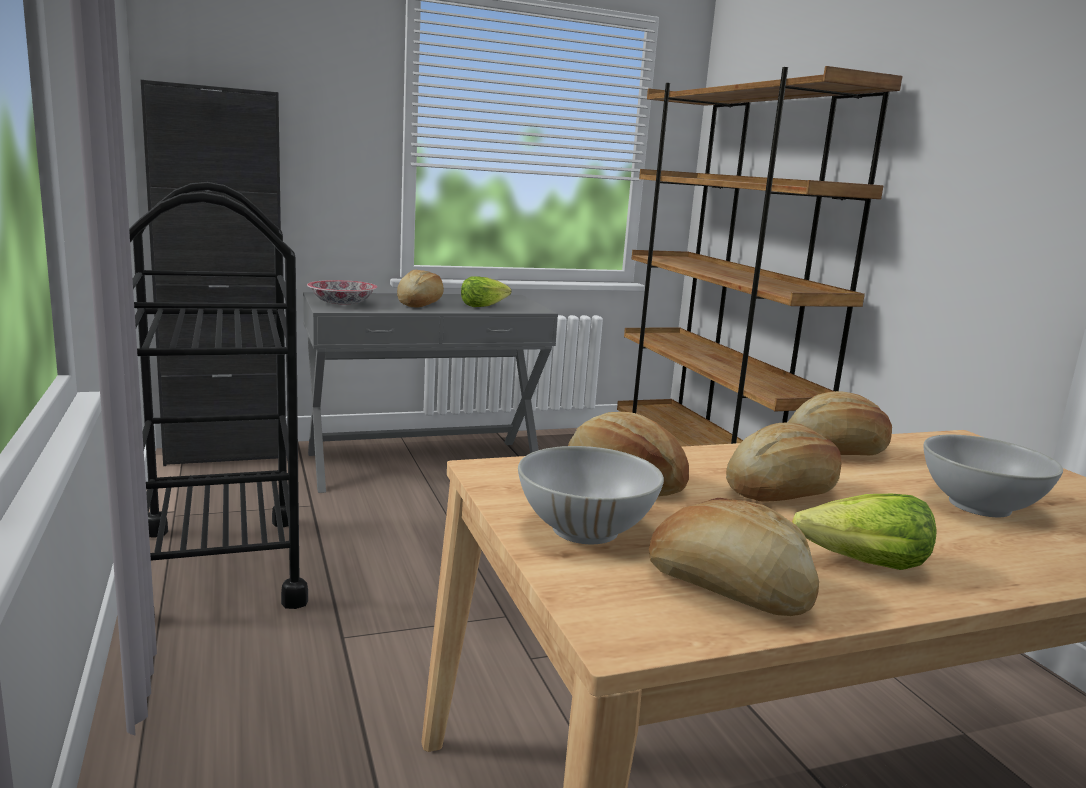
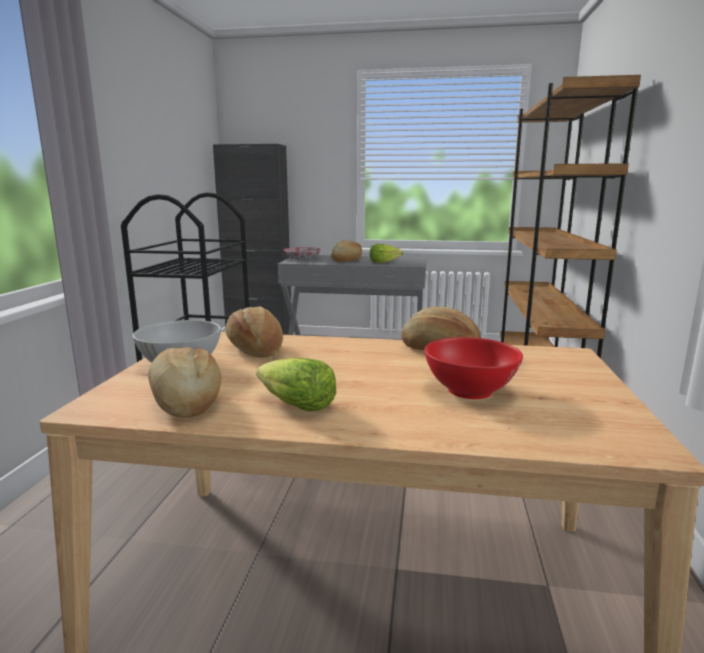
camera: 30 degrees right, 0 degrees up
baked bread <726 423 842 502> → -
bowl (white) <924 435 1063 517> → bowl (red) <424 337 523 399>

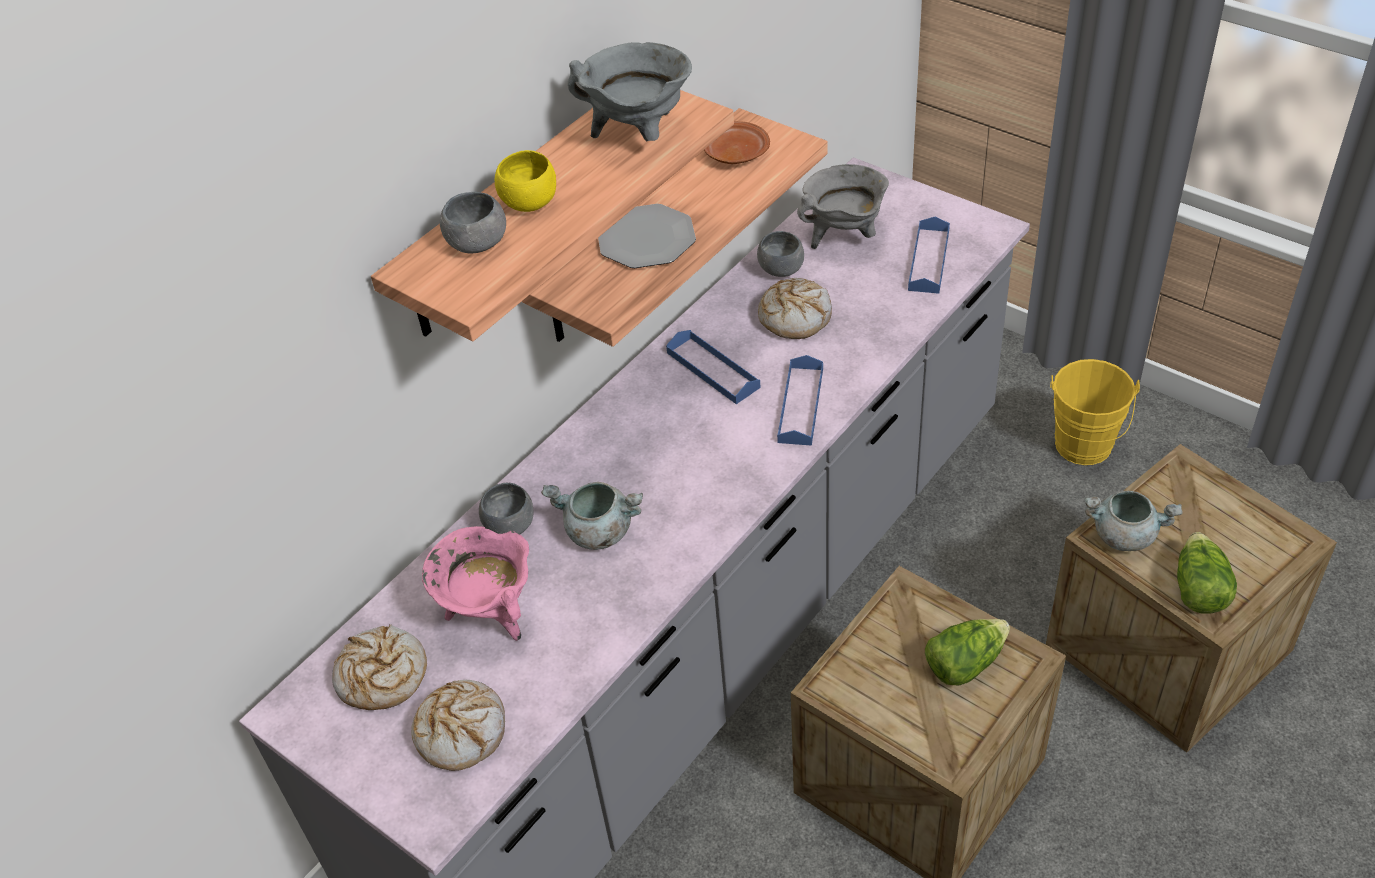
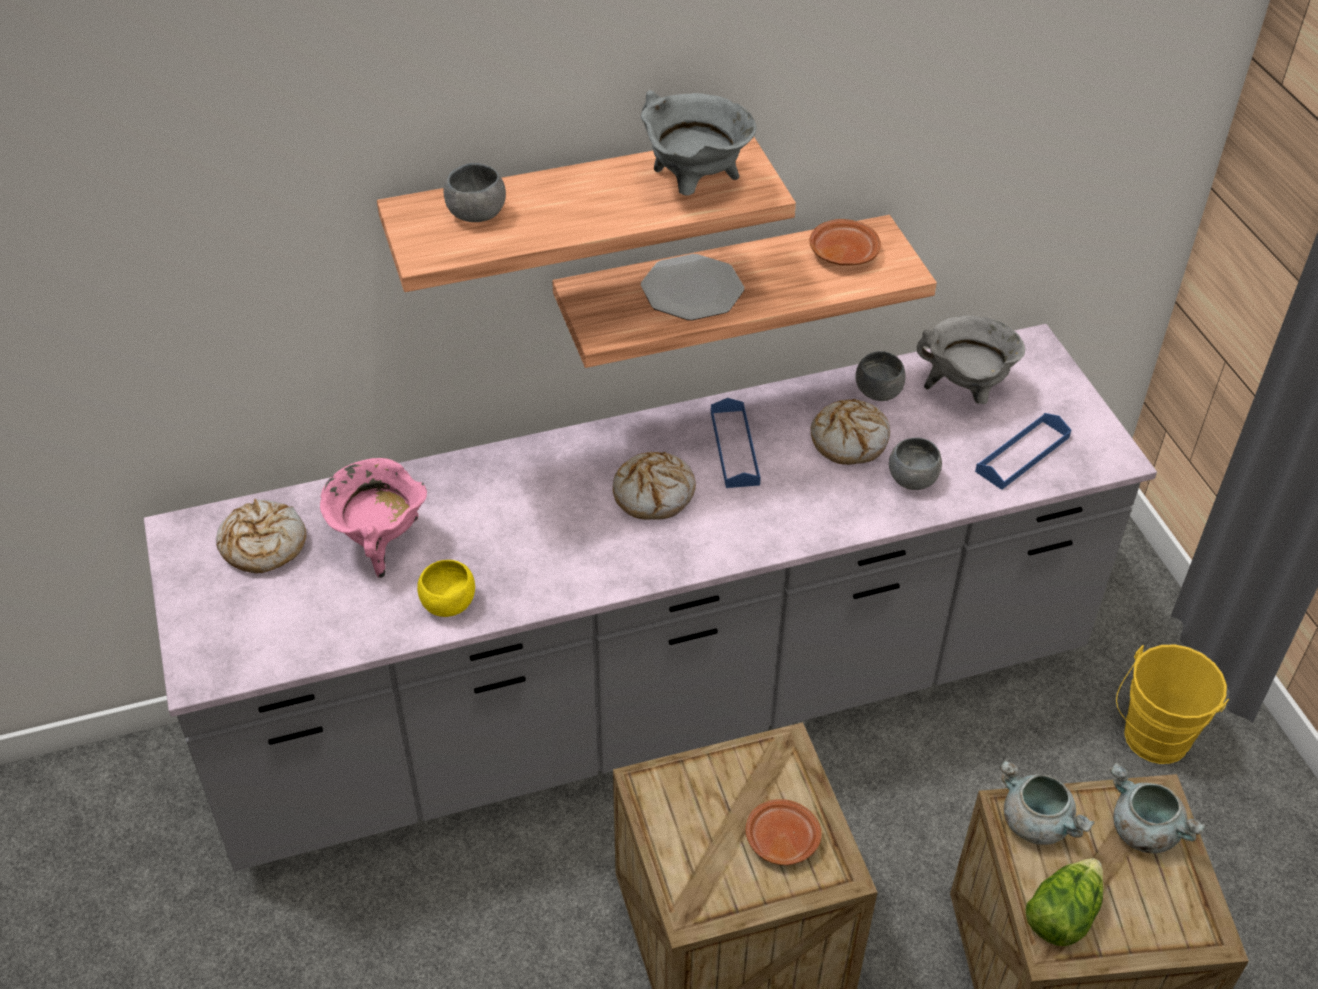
camera: 30 degrees right, 0 degrees up
bowl (yellow-coloured) <495 150 556 212> → bowl (yellow-coloured) <417 560 475 617>, move
carrying tray (blue-coloured) <777 355 823 446> → -
bowl (gray) <479 482 533 534> → bowl (gray) <889 438 942 490>, move
stockpot (gray) <541 482 643 550> → stockpot (gray) <1110 763 1206 853>, move
lettuce <925 619 1010 686> → plate (brown-coloured) <745 799 822 865>
baked bread <411 680 505 771> → baked bread <613 452 696 520>, move

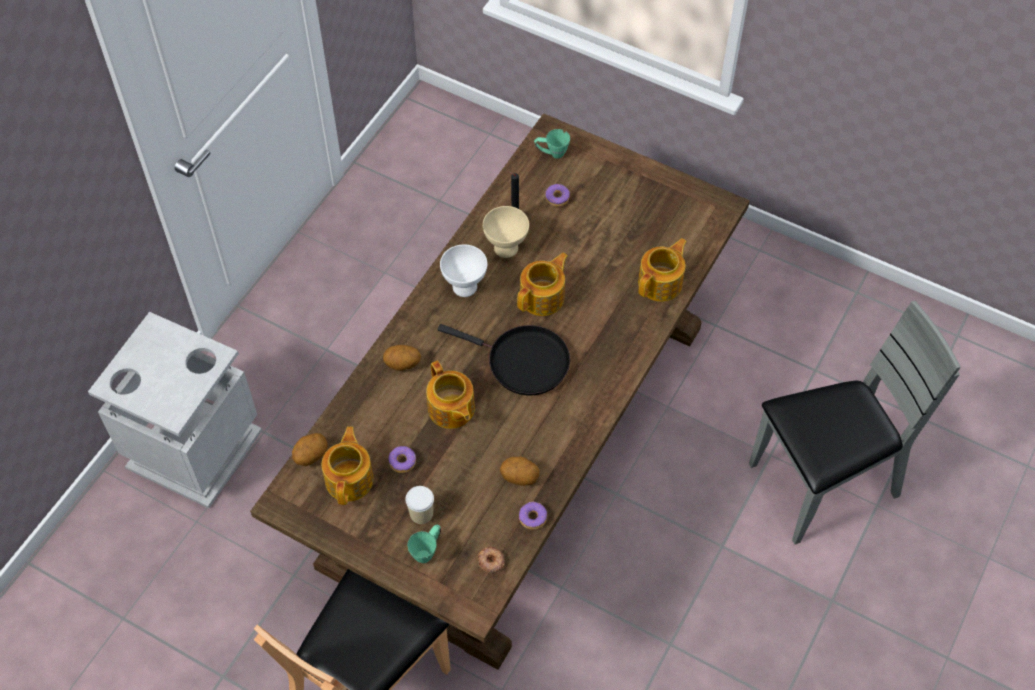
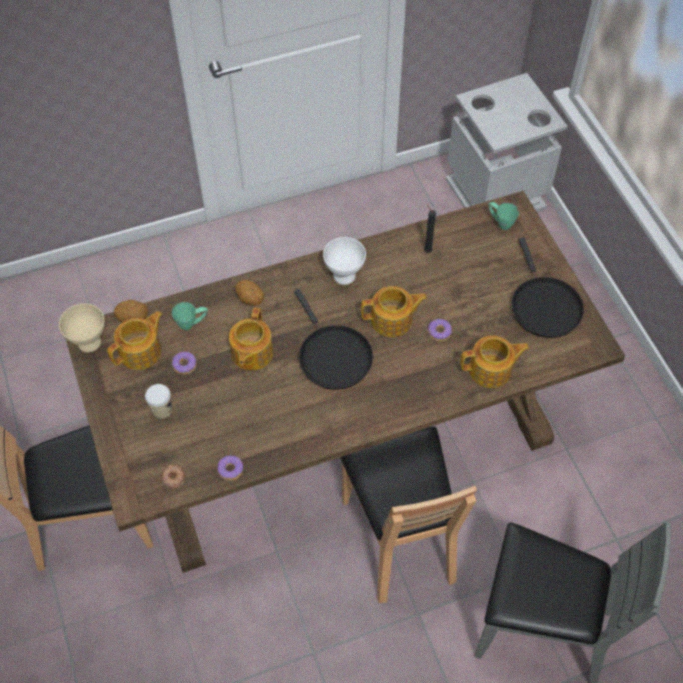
camera: 40 degrees right, 0 degrees up
ring doughnut <546 184 570 207> → ring doughnut <428 319 452 341>, move
bowl (beige-coloured) <483 206 529 258> → bowl (beige-coloured) <59 304 105 353>, move
waste bin (gray) <88 312 262 508> → waste bin (gray) <445 73 567 212>, move
whole potato <500 457 540 486> → -
mug (greenish) <407 525 441 563> → mug (greenish) <172 302 208 330>, move
- → frying pan (black-coloured) <512 238 584 338>
- → upright chair (brown-coloured) <340 426 477 604>

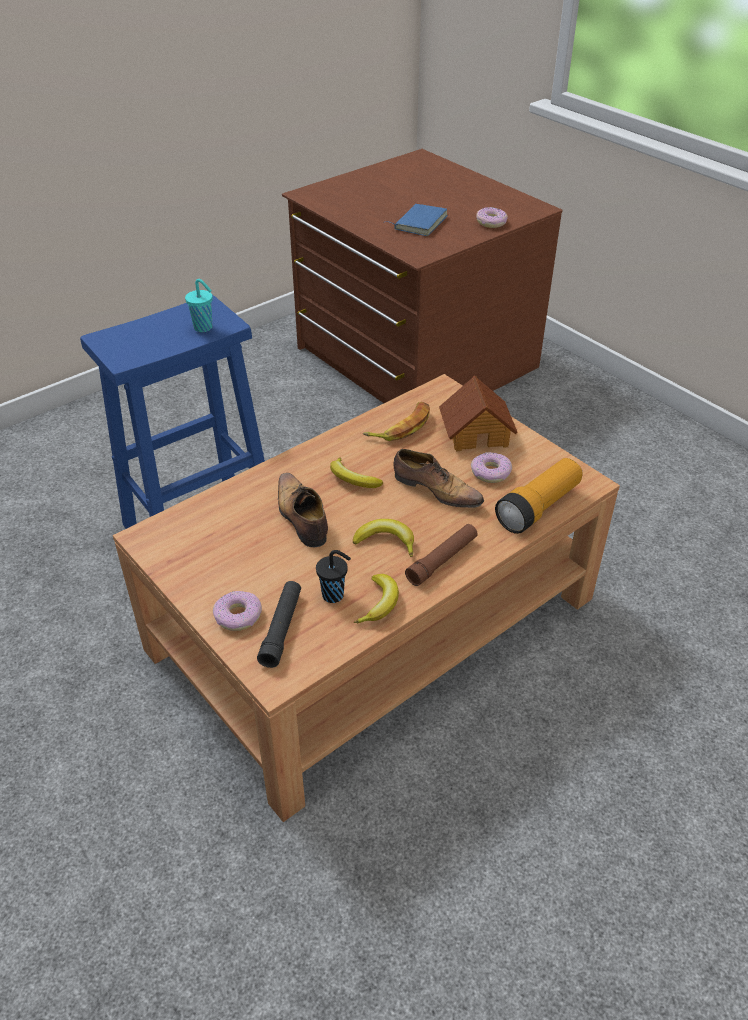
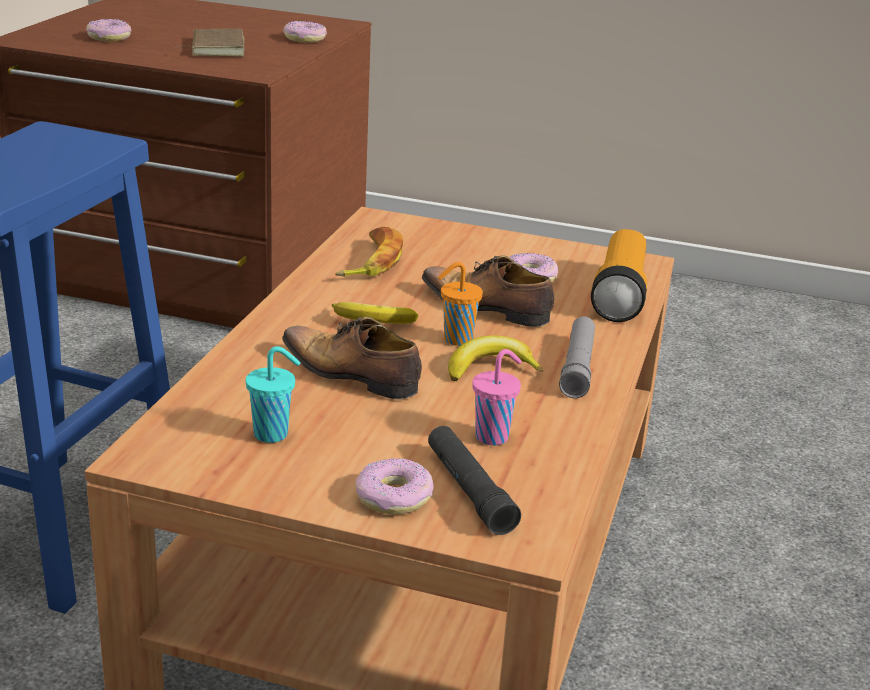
camera: 35 degrees left, 15 degrees down
volume (blue-coloured) <386 204 448 236> → volume (brown-coloured) <175 29 245 57>
small cup (turquoise-coloured) <185 279 213 332> → small cup (turquoise-coloured) <245 346 300 443>, move
toy house <439 375 518 451> → -
low shoe <393 449 484 508> → low shoe <422 255 554 327>, 150 degrees counterclockwise
hand torch (brown-coloured) <405 524 478 586> → hand torch (gray) <559 317 595 398>
small cup (black-coloured) <316 550 351 603> → small cup (pink-coloured) <472 349 522 445>
banana fruit <354 574 399 623> → -
- → ring doughnut <86 19 131 42>
- → small cup (orange-coloured) <438 262 483 346>

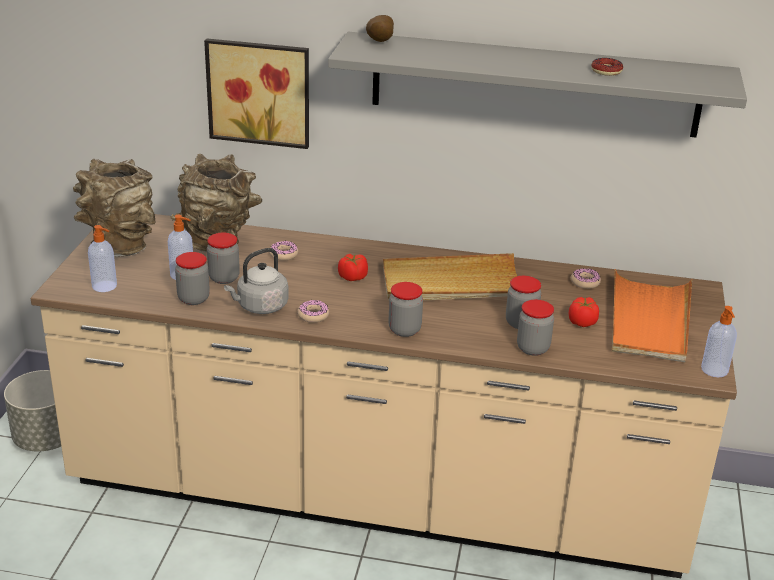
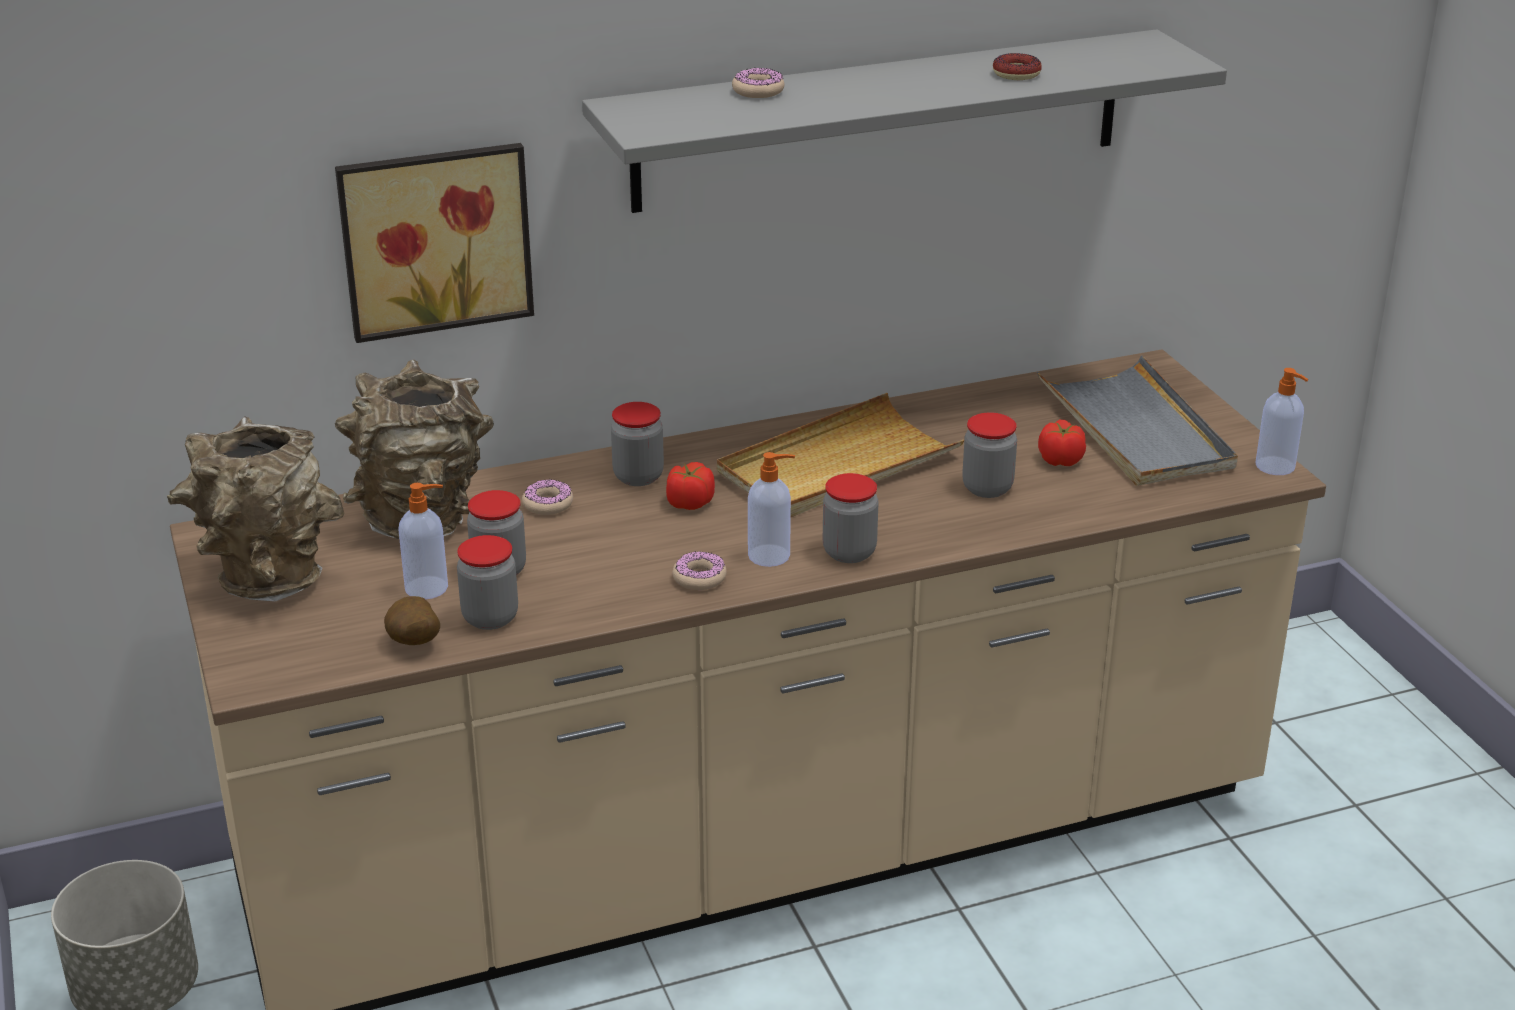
camera: 30 degrees left, 0 degrees up
whole potato <366 15 394 42> → whole potato <384 596 440 645>, move
liquid soap bottle <88 225 117 292> → liquid soap bottle <748 452 795 567>, move
tea kettle (gray) <224 248 289 314> → -
ring doughnut <571 268 601 289> → ring doughnut <732 68 785 98>, move
carrying tray (orange-coloured) <612 269 692 362> → carrying tray (gray) <1037 356 1238 486>
storage jar <517 300 554 356> → storage jar <611 402 664 486>, move

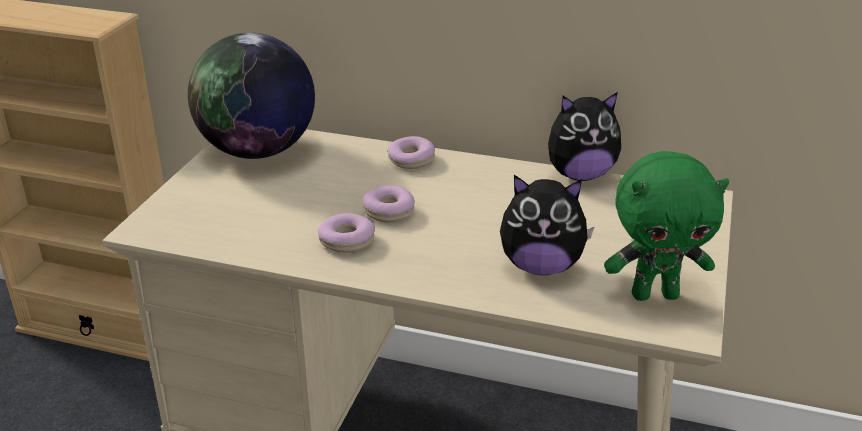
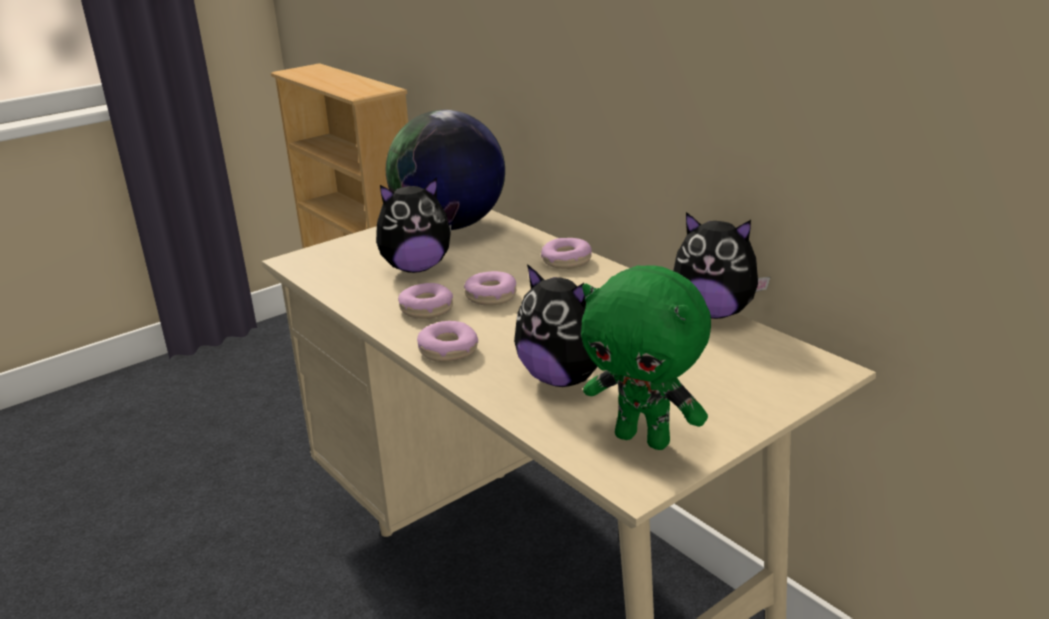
camera: 35 degrees right, 5 degrees down
- → soft toy <376 177 452 273>
- → ring doughnut <417 321 478 362>

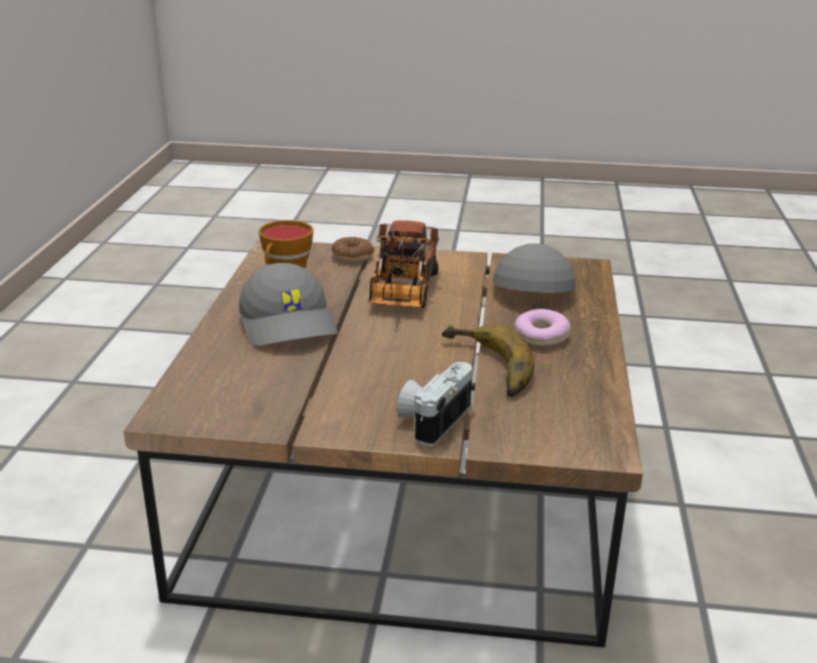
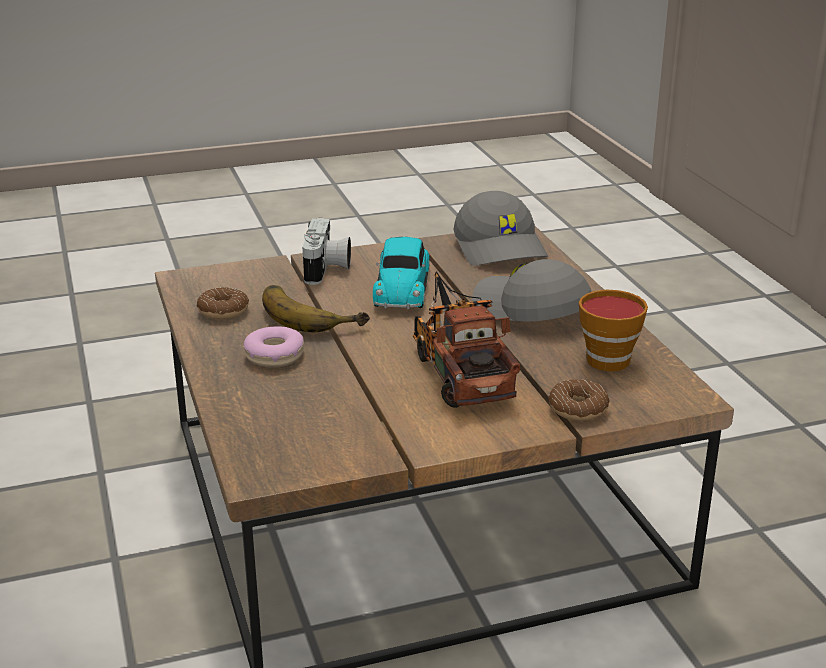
camera: 155 degrees right, 0 degrees up
peaked cap (gray) <493 243 576 293> → peaked cap (gray) <453 191 548 266>, move
- → toy car <373 237 430 309>
- → ring doughnut <197 287 249 319>

